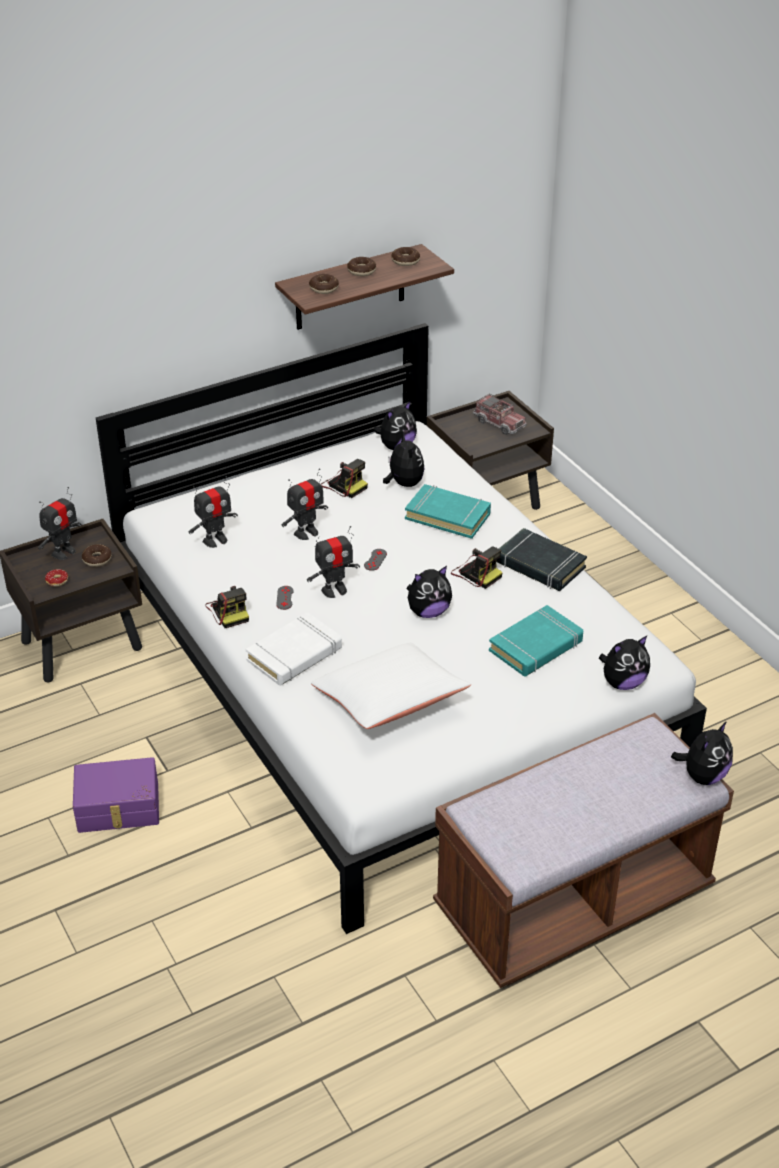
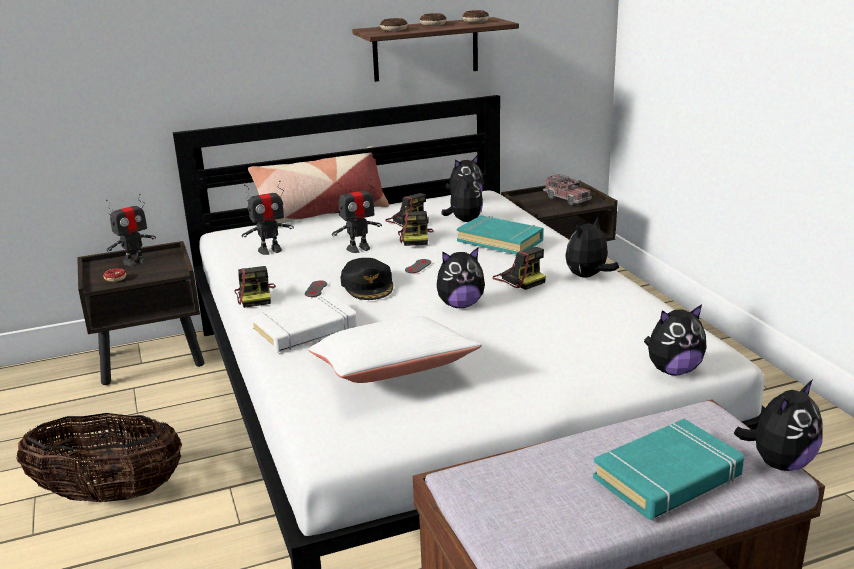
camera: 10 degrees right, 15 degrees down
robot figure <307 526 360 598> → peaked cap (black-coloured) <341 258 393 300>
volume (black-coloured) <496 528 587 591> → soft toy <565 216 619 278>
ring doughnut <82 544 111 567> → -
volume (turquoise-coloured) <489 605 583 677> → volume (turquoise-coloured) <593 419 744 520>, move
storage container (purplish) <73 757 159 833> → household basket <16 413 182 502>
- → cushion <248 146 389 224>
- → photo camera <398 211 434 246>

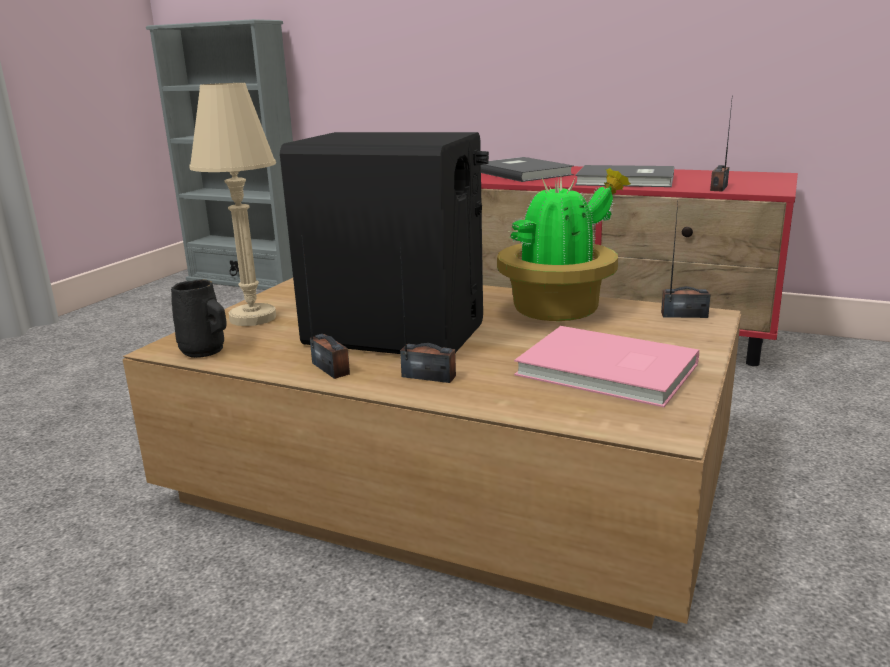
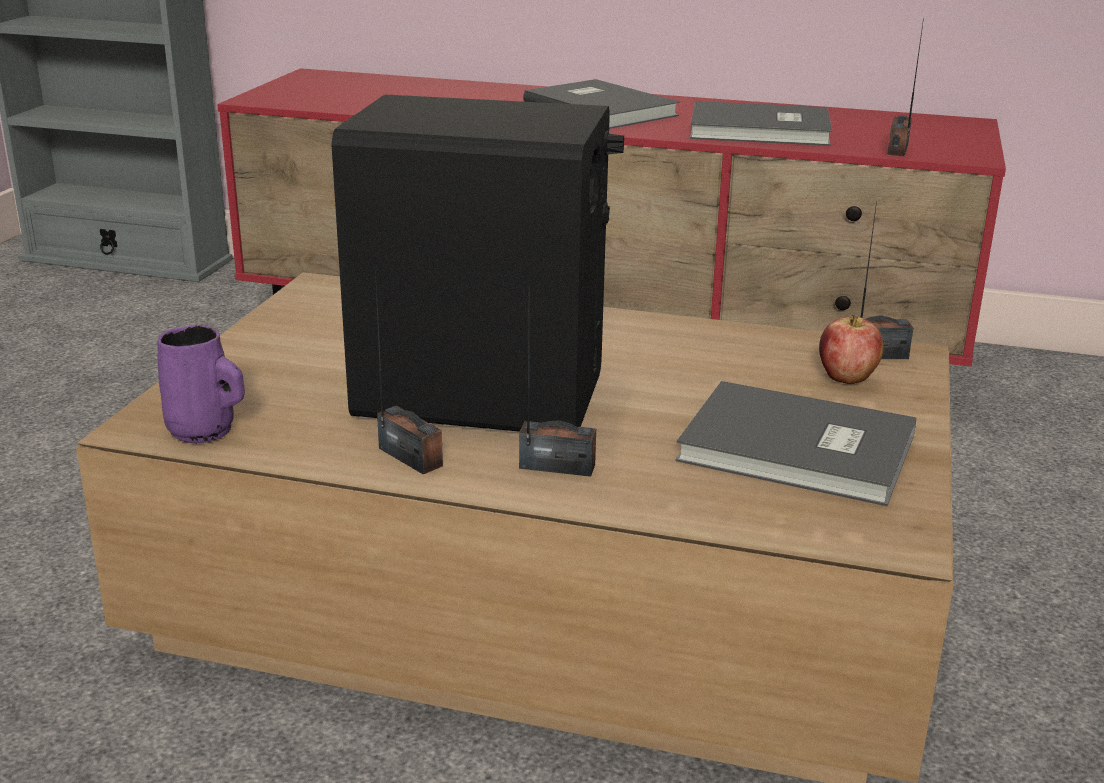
camera: 10 degrees left, 5 degrees up
lamp for a table (beige-coloured) <190 83 276 326> → -
houseplant <497 168 630 321> → -
mug (black-coloured) <171 279 227 358> → mug (purplish) <157 324 245 444>
volume (pink-coloured) <514 326 699 407> → volume (gray) <675 381 916 506>
- → apple fruit <819 315 884 384>

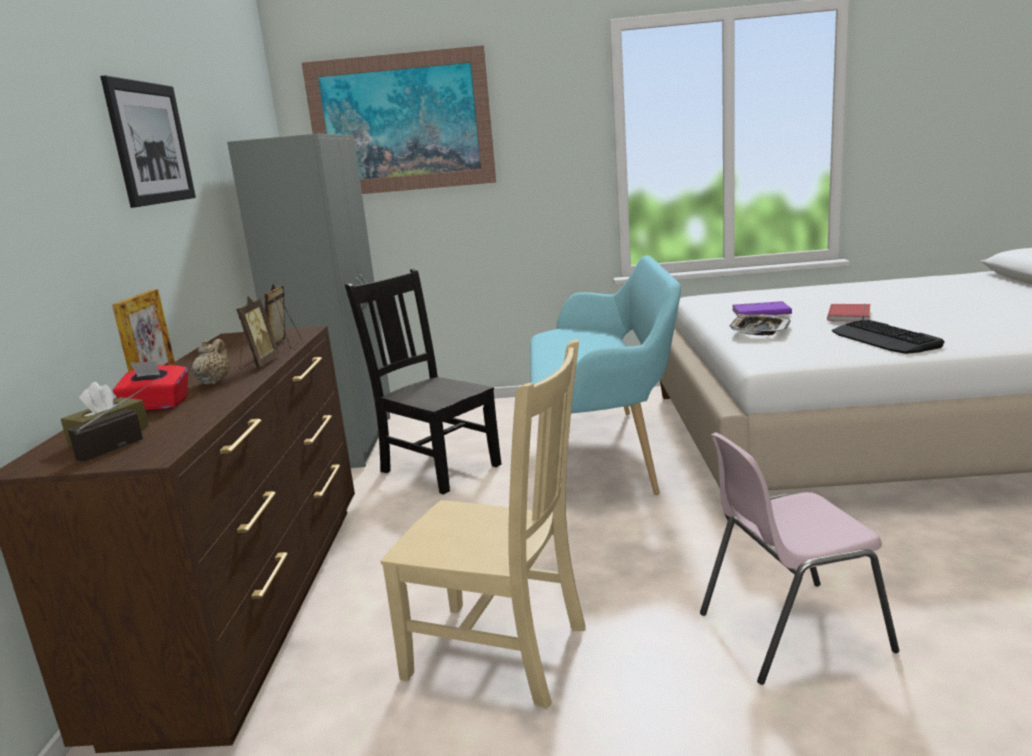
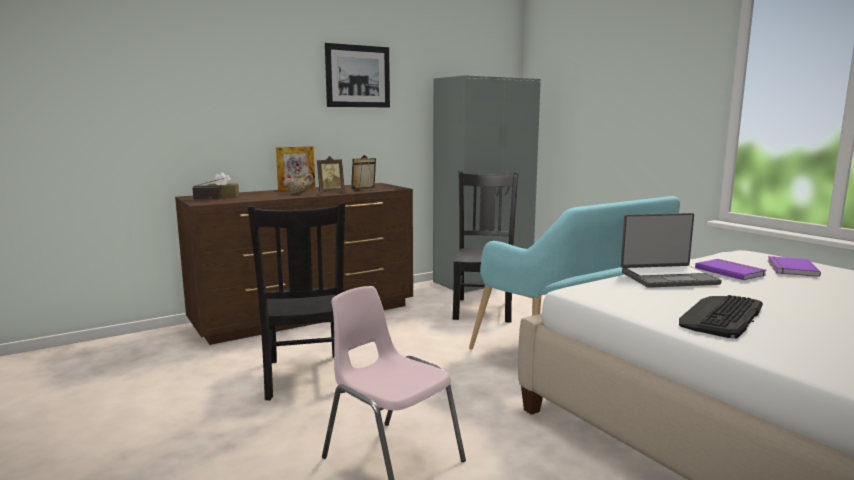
camera: 55 degrees right, 5 degrees down
wall art <302 45 496 194> → -
volume (red) <827 304 870 322> → -
carrying tray <729 314 790 335> → notebook computer <621 213 722 288>
upright chair (beige-coloured) <381 339 585 709> → upright chair (black-coloured) <247 203 345 400>
box of tissues (red) <113 361 188 410> → -
- → volume (purplish) <768 256 821 277>

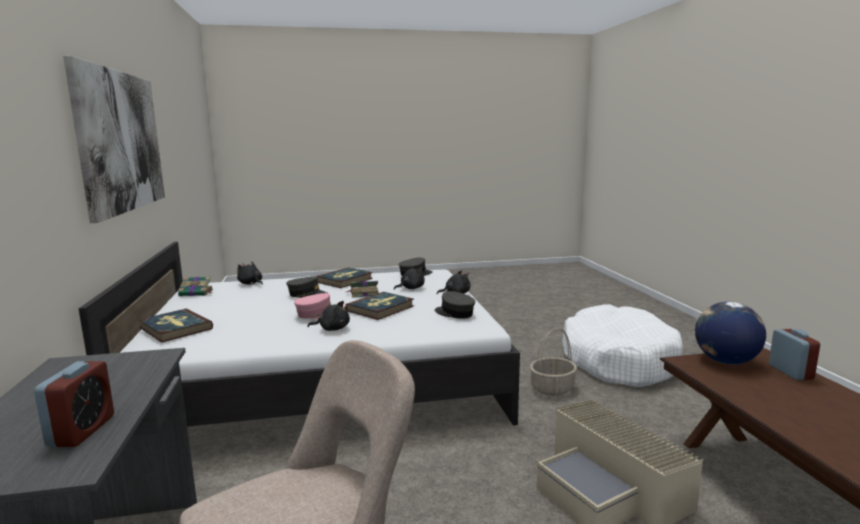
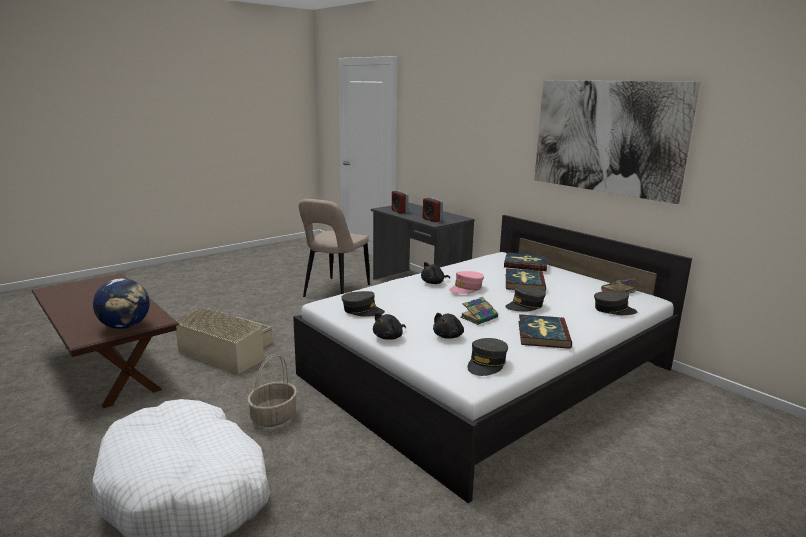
camera: 150 degrees right, 5 degrees up
soft toy (black-coloured) <237 262 263 285> → peaked cap (gray) <594 291 638 315>
volume <346 292 414 320> → volume <506 268 546 292>, move
bedside clock <769 329 820 380> → bedside clock <423 197 443 222>, move

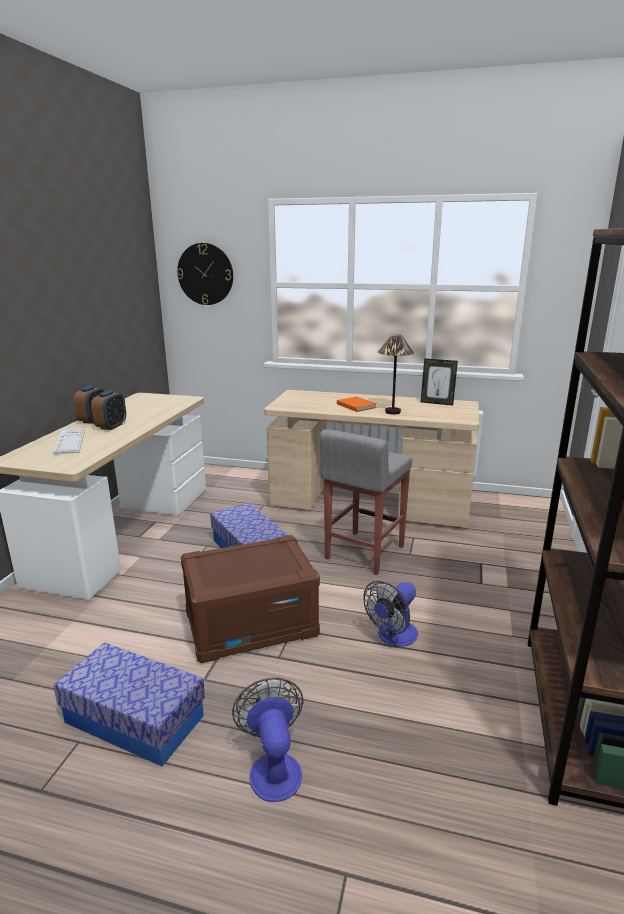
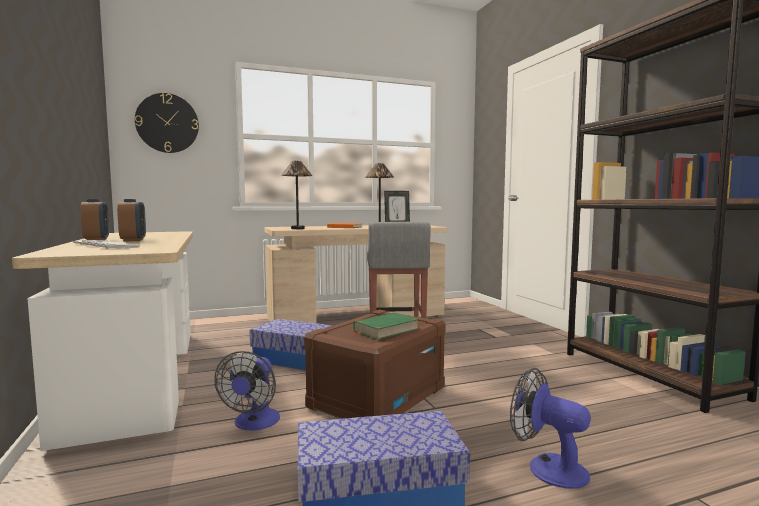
camera: 35 degrees left, 15 degrees down
cooling fan <363 581 418 647> → cooling fan <214 351 280 430>, move
- → lamp for a table <281 161 312 229>
- → volume (greenish) <352 313 420 340>

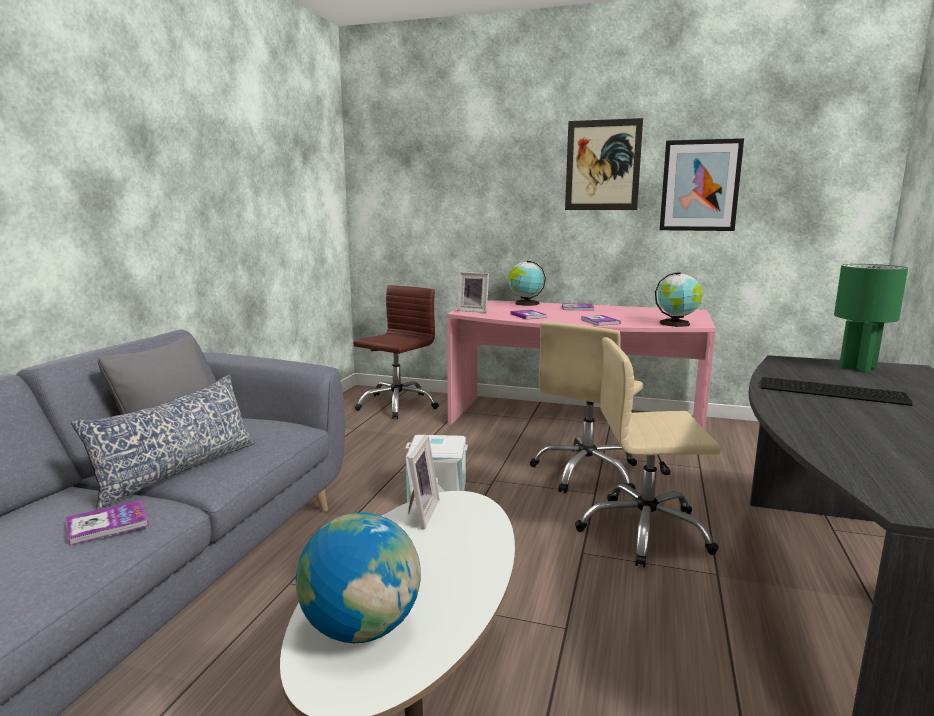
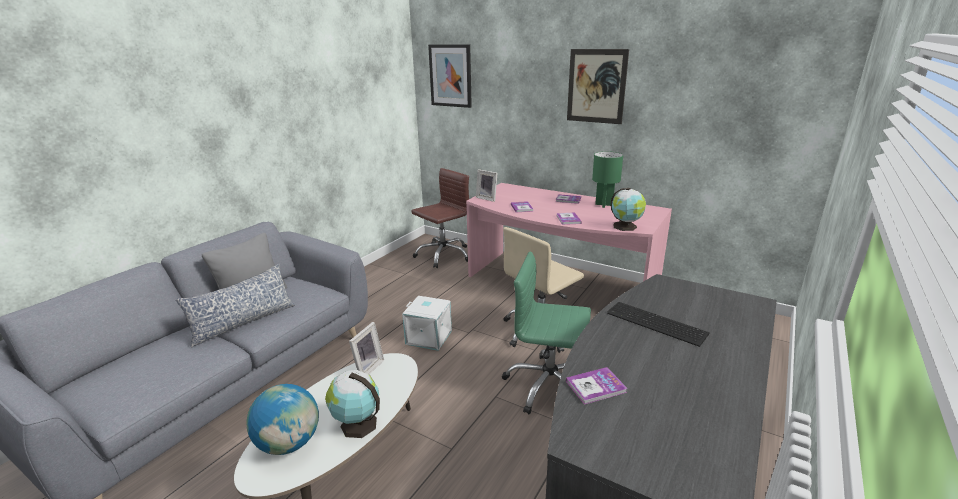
camera: 15 degrees right, 10 degrees up
wall art <660 138 744 231> → wall art <428 44 472 108>, move
globe <508 261 546 306> → globe <325 370 380 438>, move
lamp for a table (greenish) <834 264 908 373> → lamp for a table (greenish) <592 151 623 208>, move
desk chair (beige-coloured) <575 337 721 568> → desk chair (greenish) <502 252 591 414>
volume <66 499 149 546> → volume <566 367 628 404>, move

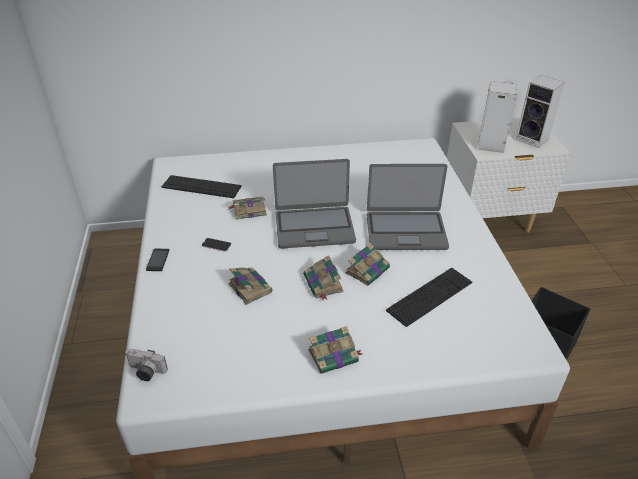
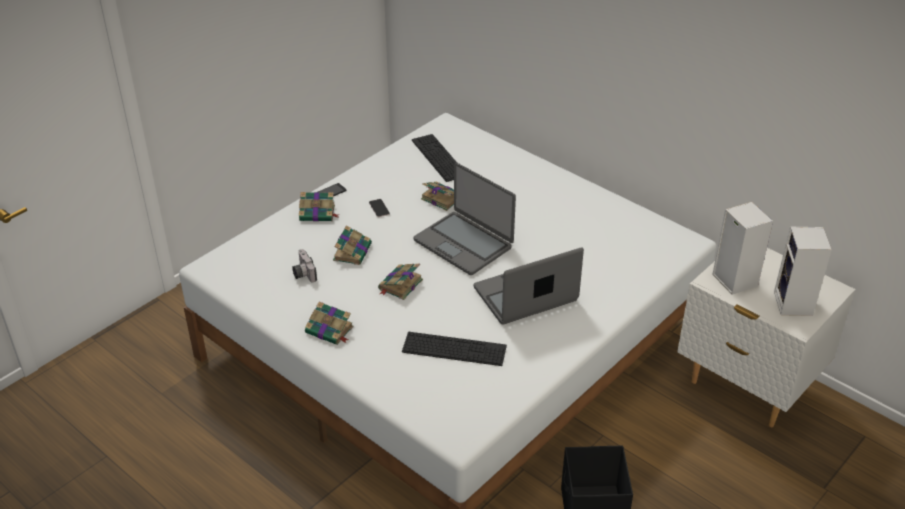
camera: 50 degrees right, 0 degrees up
notebook computer <367 164 449 250> → notebook computer <474 247 584 324>, 105 degrees clockwise
volume <345 243 390 286> → volume <299 192 339 221>, move
photo camera <125 349 168 381> → photo camera <292 249 317 282>, move

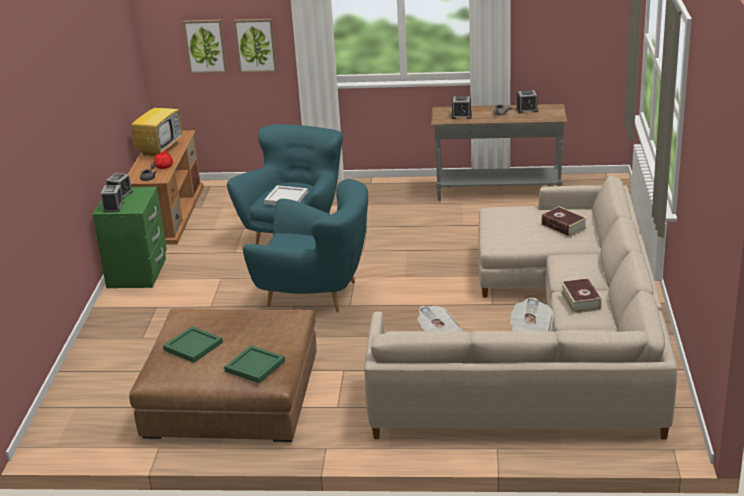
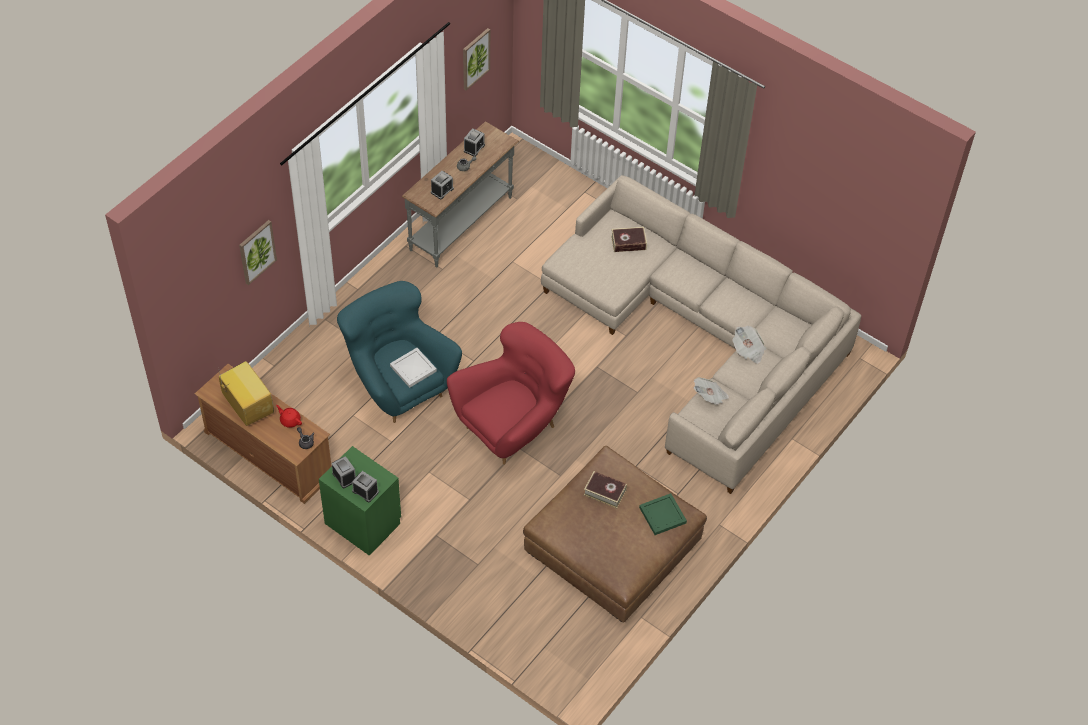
camera: 60 degrees left, 25 degrees up
wall art <183 20 227 74> → wall art <463 28 490 91>, move
easy chair (turquoise-coloured) <243 179 368 312> → easy chair (red) <447 322 575 465>
volume <561 278 602 314> → volume <584 471 627 509>, move
carrying tray (greenish) <163 326 223 363> → -

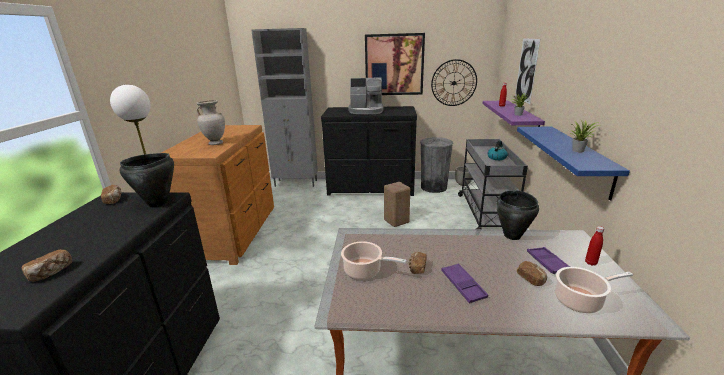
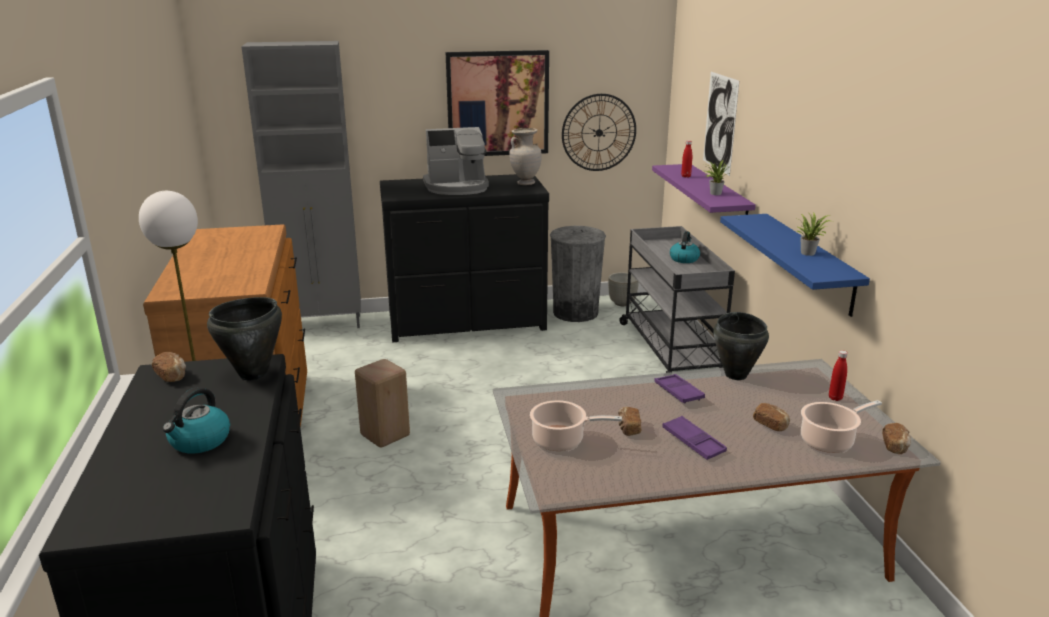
camera: 15 degrees left, 0 degrees up
decorative vase (beige-coloured) <196 100 225 145> → decorative vase (beige-coloured) <509 128 542 185>, move
stool seat (beige-coloured) <384 182 410 227> → stool seat (beige-coloured) <355 359 410 447>, move
carrying tray (purplish) <527 247 570 274> → carrying tray (purplish) <654 374 705 404>, move
baked bread <22 250 72 281> → baked bread <882 423 911 454>, move
- → tea kettle <162 387 230 454>

